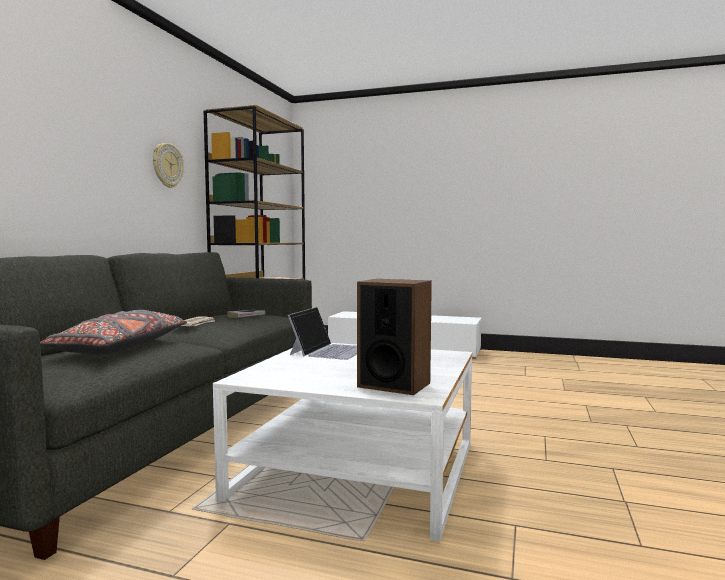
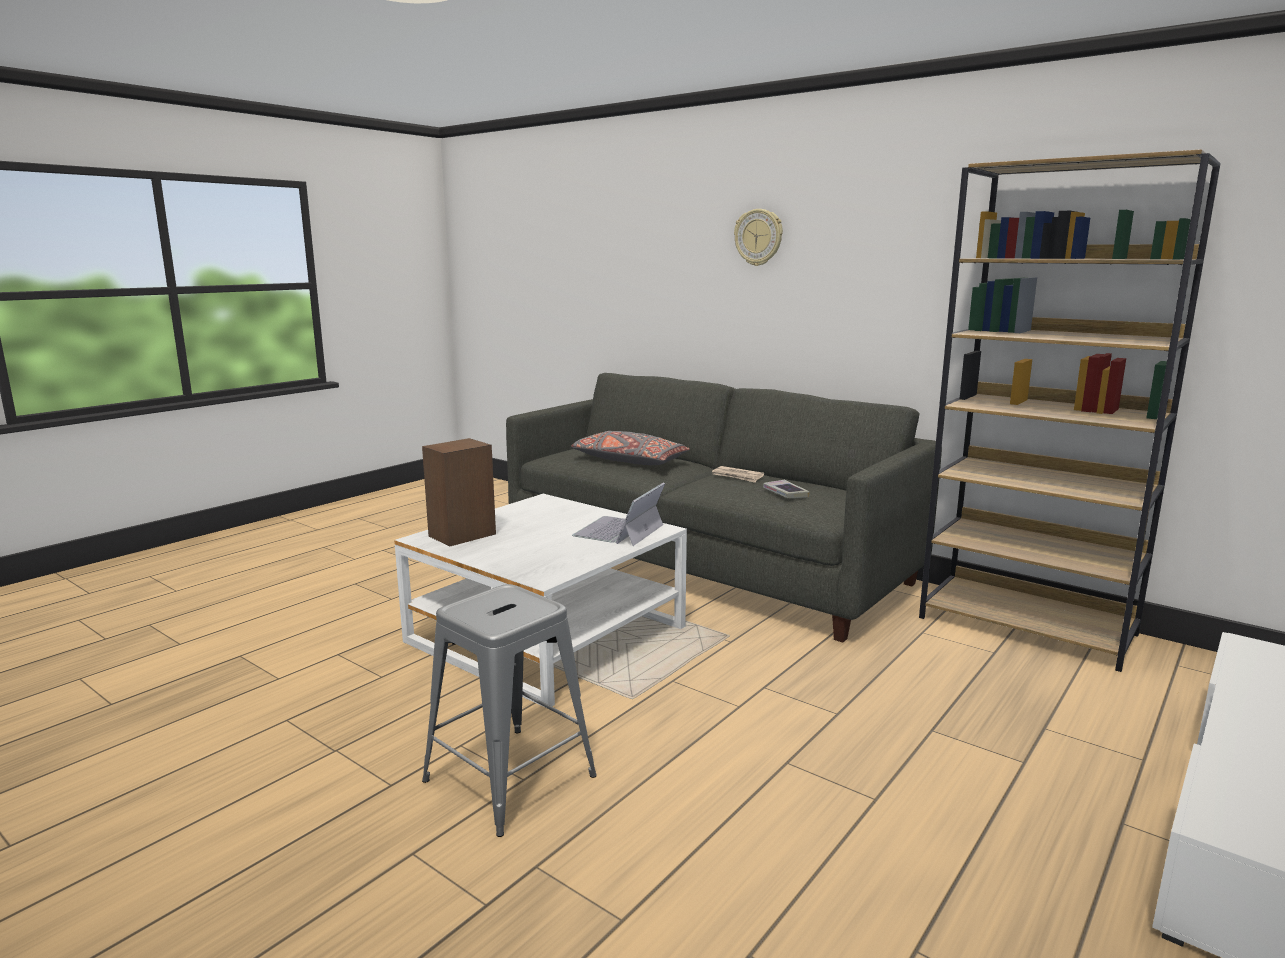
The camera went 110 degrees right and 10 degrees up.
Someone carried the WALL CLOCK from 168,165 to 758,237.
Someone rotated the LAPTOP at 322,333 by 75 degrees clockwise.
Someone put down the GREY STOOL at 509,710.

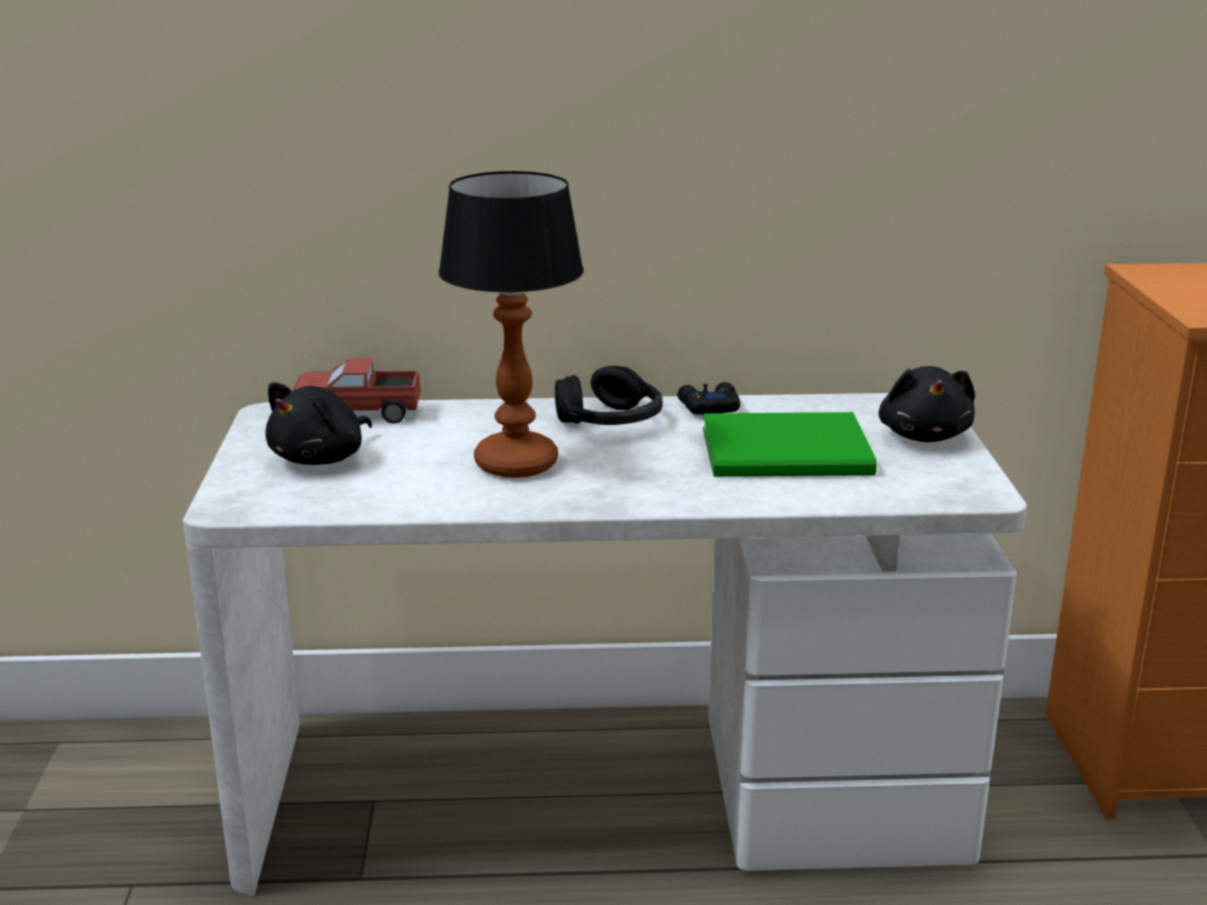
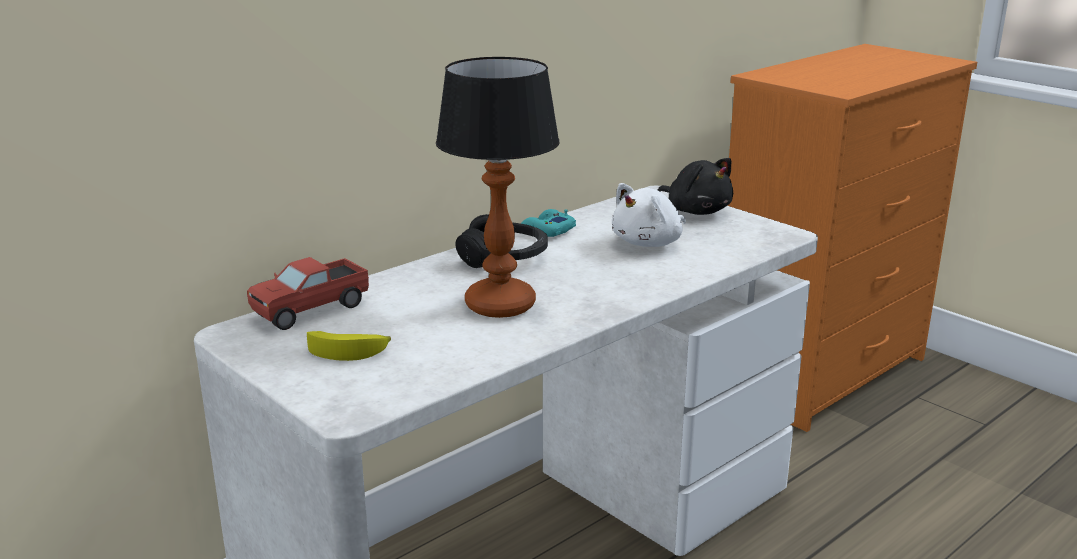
The camera went 40 degrees left and 0 degrees up.
Someone swapped the BLACK PLUSH TOY at 318,423 for the BANANA at 349,346.
Someone repainted the BLACK GAME CONTROLLER at 708,398, which became the TURQUOISE GAME CONTROLLER at 548,223.
Someone swapped the GREEN BOOK at 790,444 for the WHITE PLUSH TOY at 649,215.

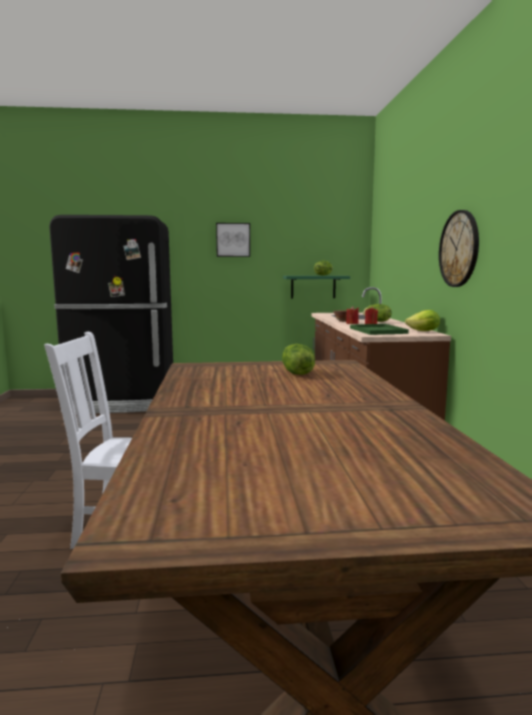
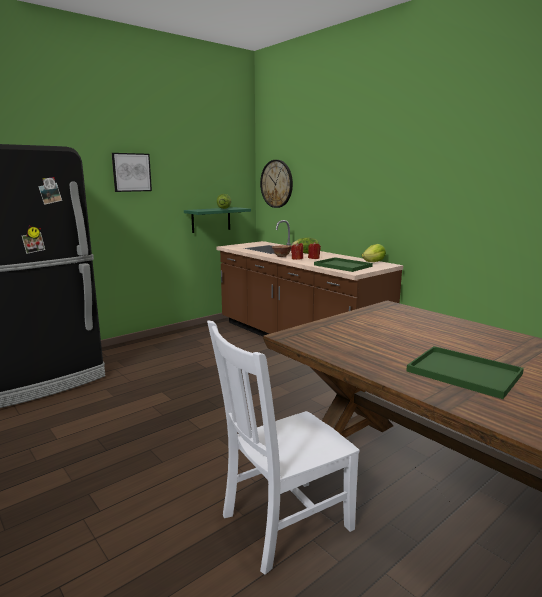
The camera went 35 degrees left and 5 degrees up.
Someone took away the LETTUCE at 298,359.
Someone carried the WALL CLOCK from 459,248 to 276,184.
Someone put down the GREEN TRAY at 465,372.

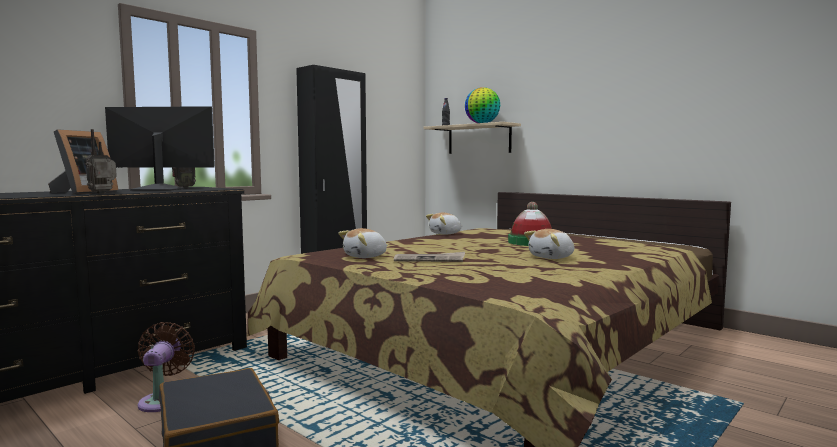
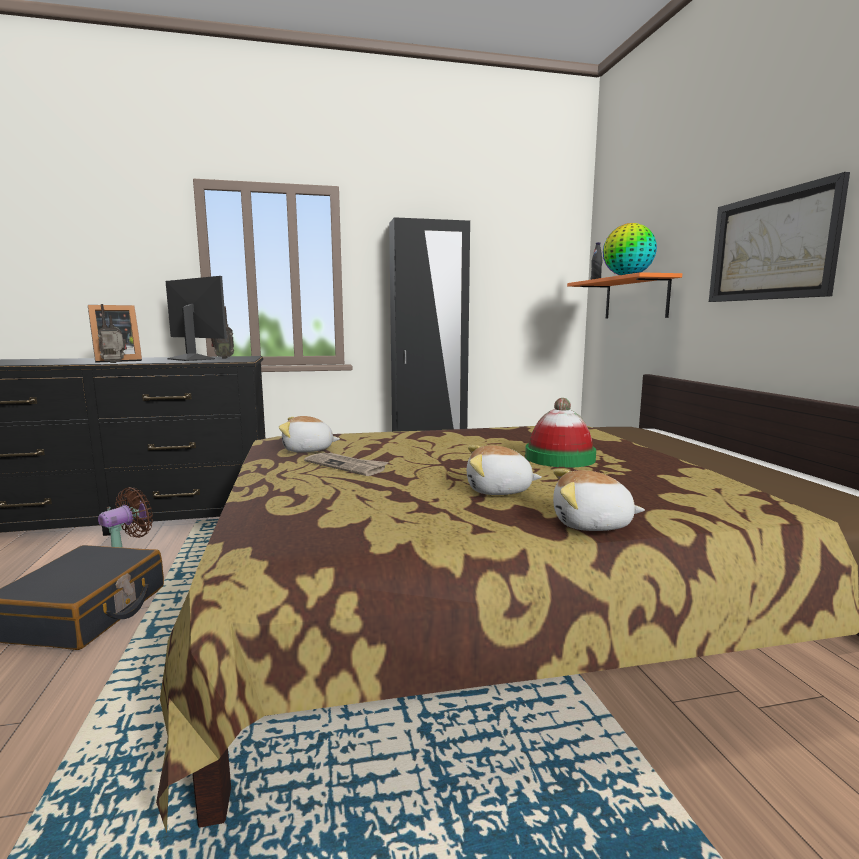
The camera went 35 degrees right and 5 degrees up.
Someone repainted the BEIGE SHELF at 472,138, which became the ORANGE SHELF at 624,295.
Someone carried the PLUSH TOY from 444,223 to 599,500.
Someone put up the PICTURE at 779,237.

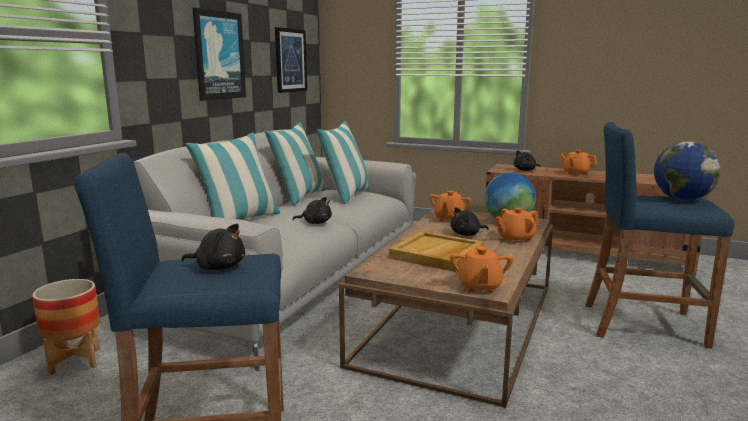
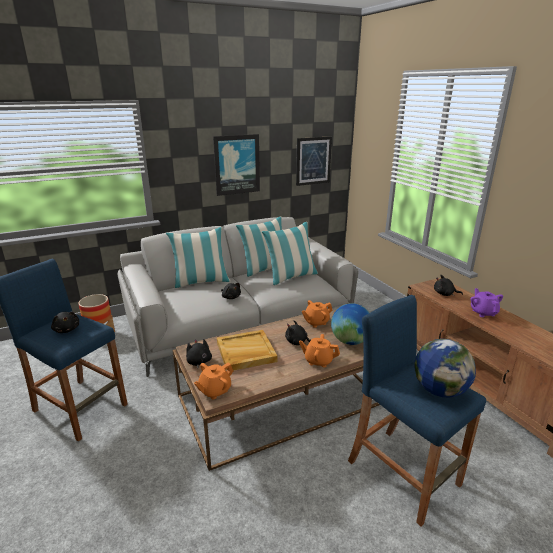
The camera went 40 degrees right and 10 degrees up.
Someone repainted the ORANGE TEAPOT at 578,163, which became the PURPLE TEAPOT at 487,302.
Someone put down the BLACK PLUSH TOY at 199,354.

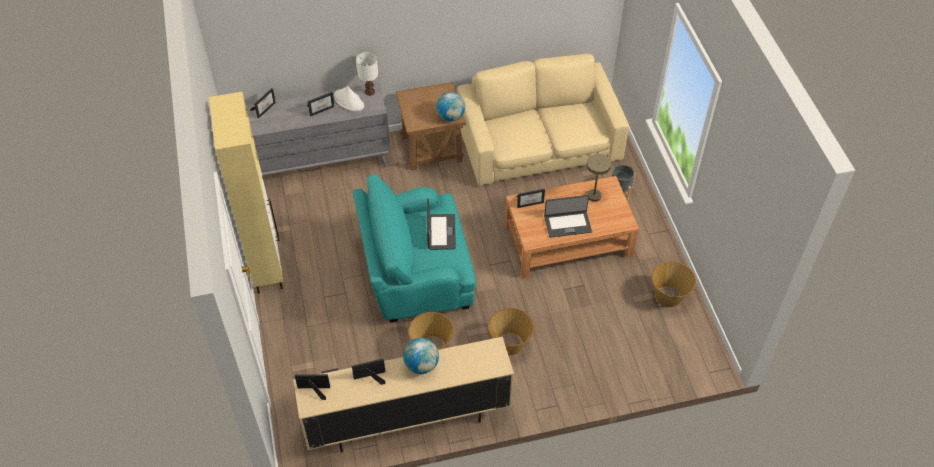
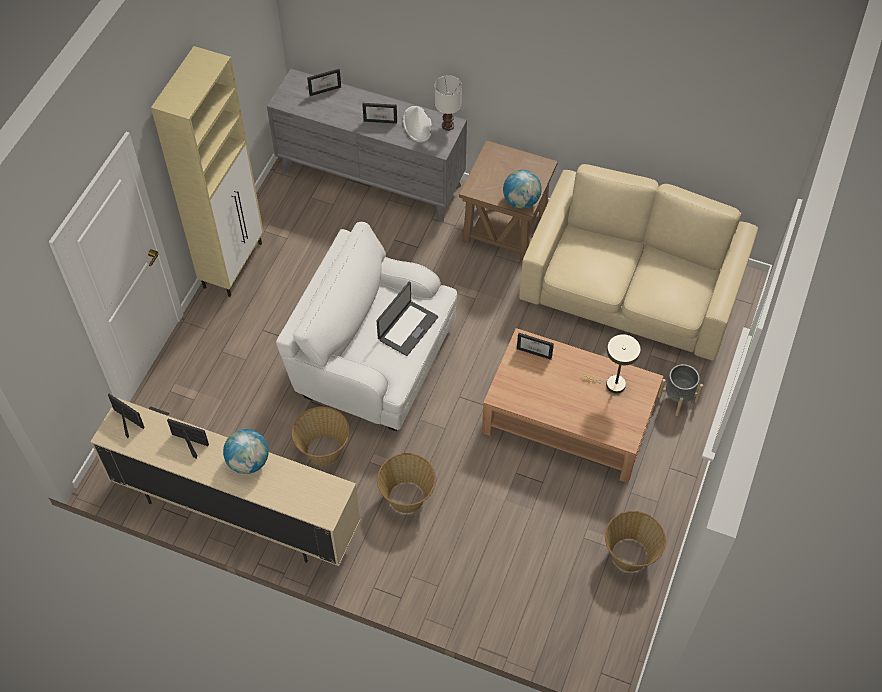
The camera went 35 degrees right and 5 degrees up.
Someone repainted the TURQUOISE ARMCHAIR at 414,248, which became the WHITE ARMCHAIR at 366,326.
Someone took away the LAPTOP at 568,216.

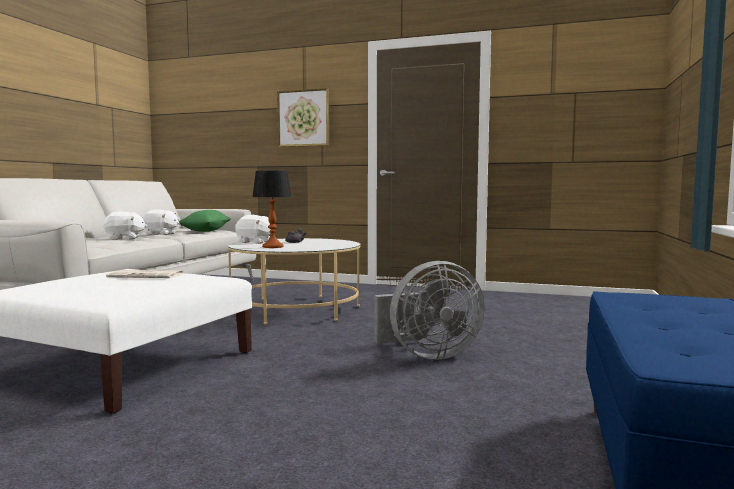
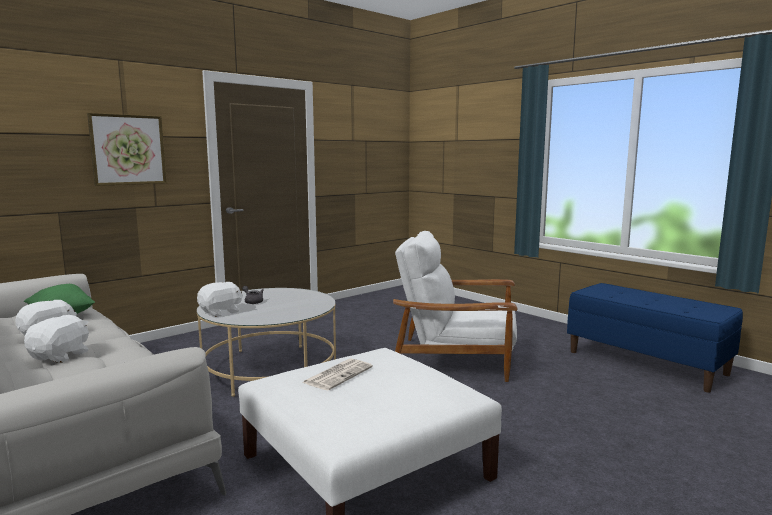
The camera went 60 degrees left and 5 degrees up.
Someone took away the TABLE LAMP at 272,209.
Someone swapped the GREY FAN at 429,310 for the WHITE ARMCHAIR at 455,306.

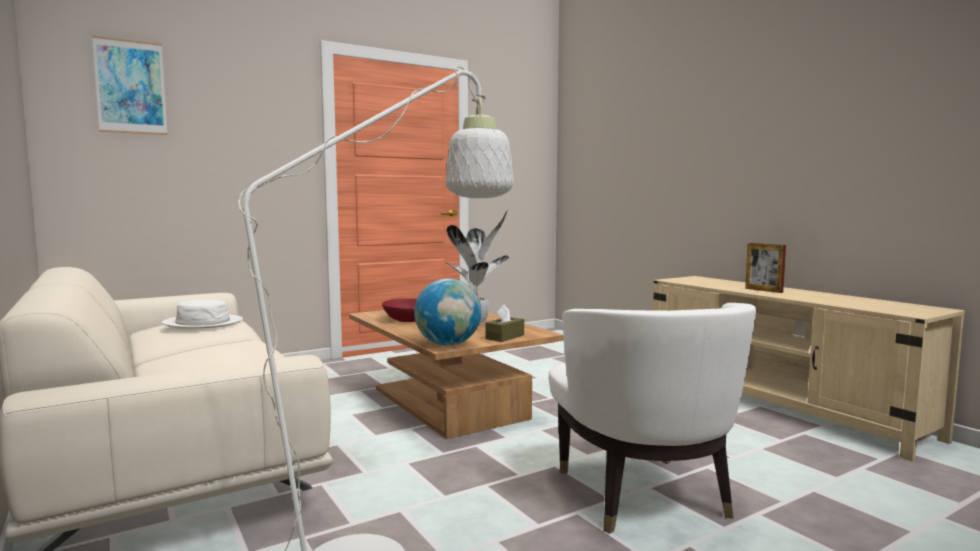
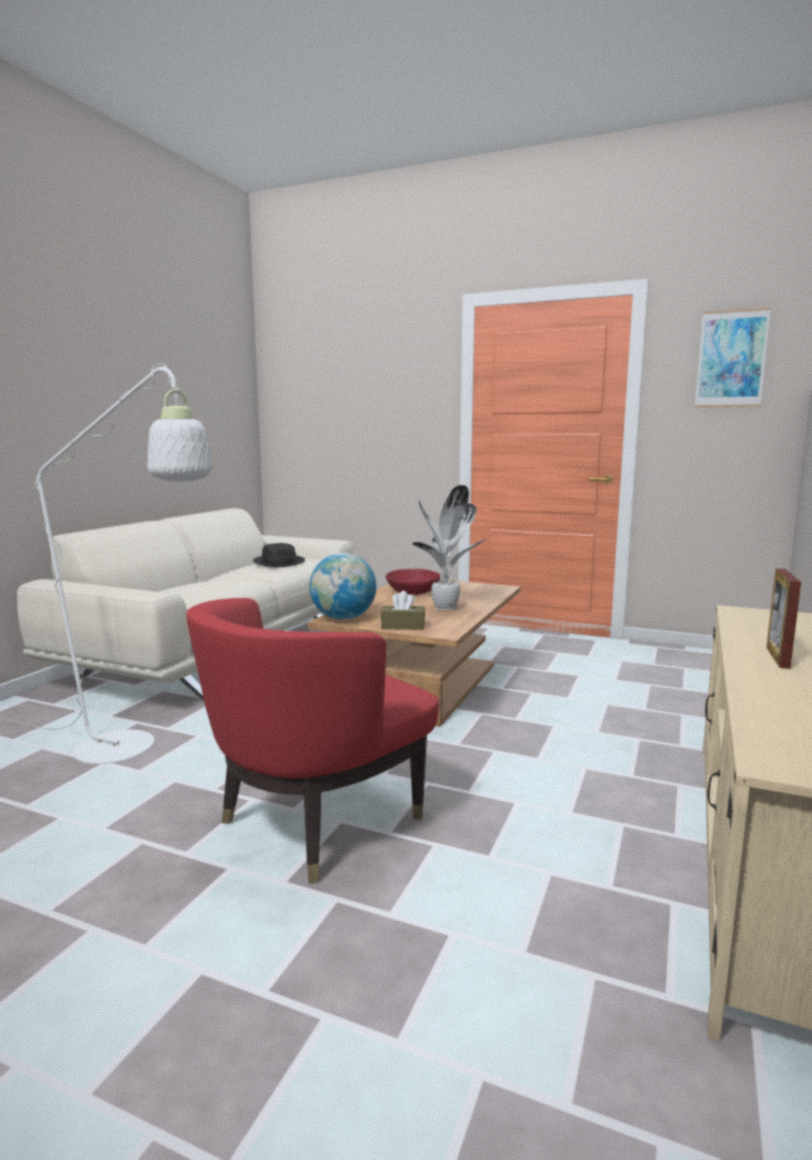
The camera went 55 degrees right and 5 degrees up.
Someone carried the PICTURE from 130,85 to 733,357.
Someone repainted the WHITE HAT at 202,313, which became the BLACK HAT at 279,555.
Someone repainted the WHITE ARMCHAIR at 652,418, which became the RED ARMCHAIR at 312,741.

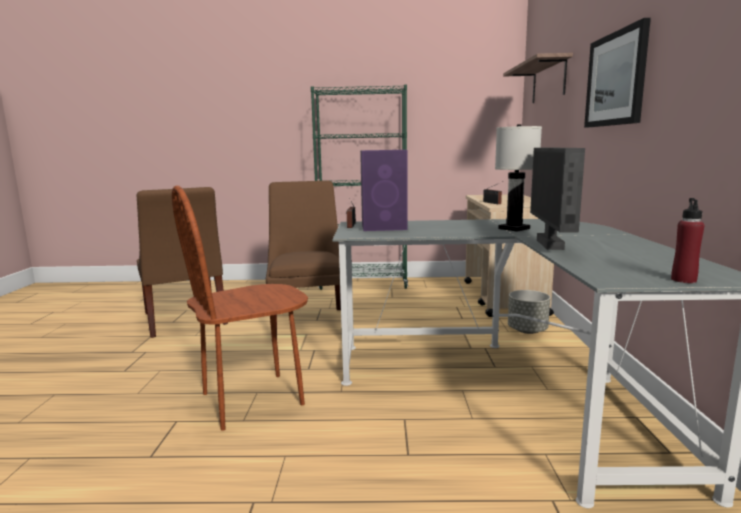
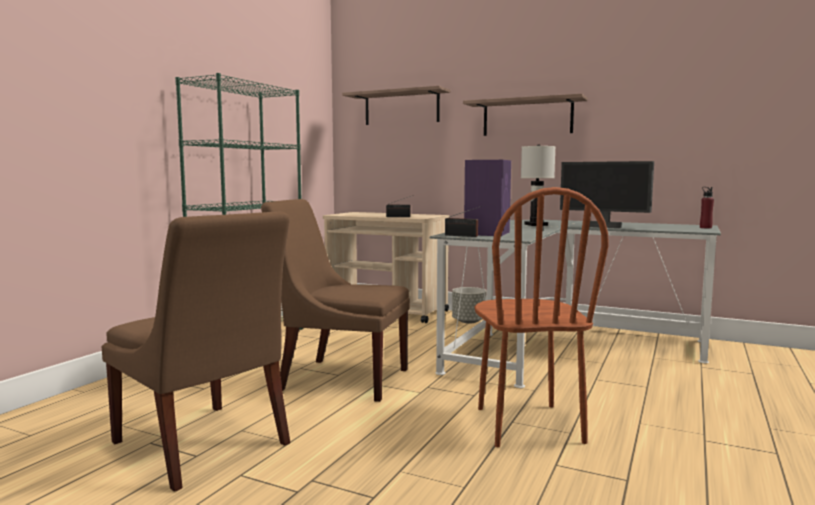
The camera went 65 degrees left and 5 degrees down.
Someone rotated the BROWN CHAIR at 182,262 by 45 degrees clockwise.
Someone swapped the PICTURE at 617,73 for the SHELF at 525,115.

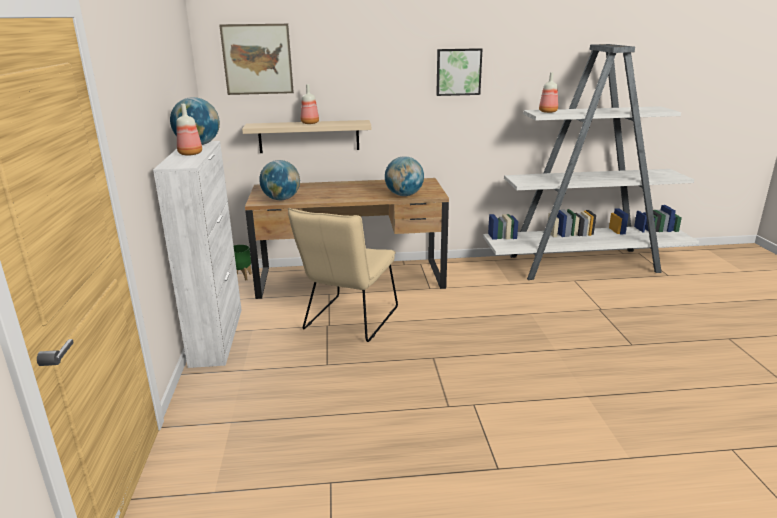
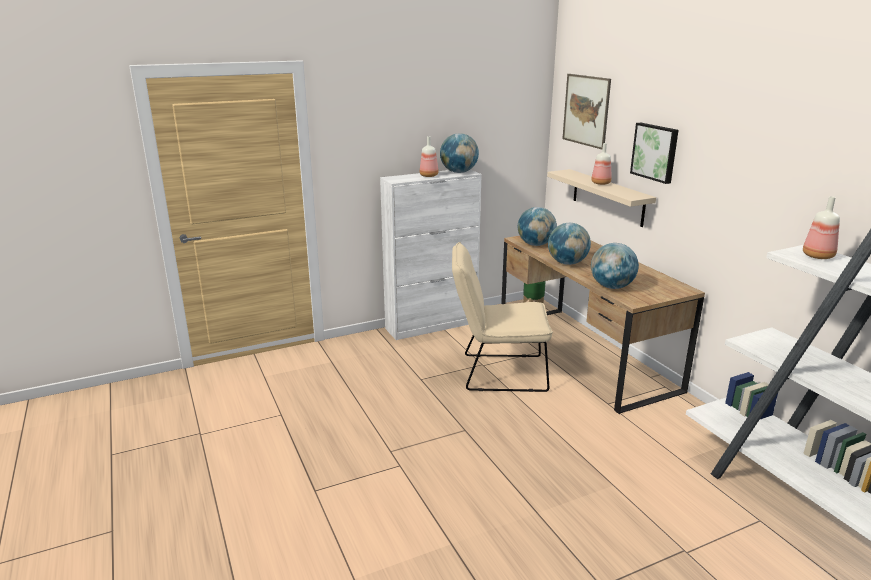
The camera went 70 degrees right and 0 degrees up.
Someone carried the PICTURE from 459,72 to 654,153.
Someone put down the GLOBE at 569,244.

